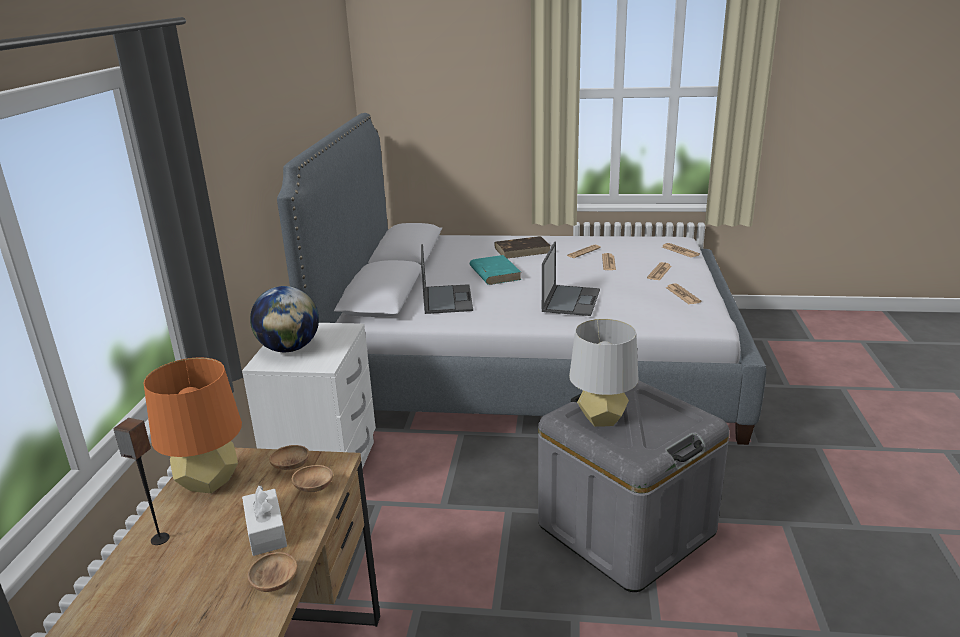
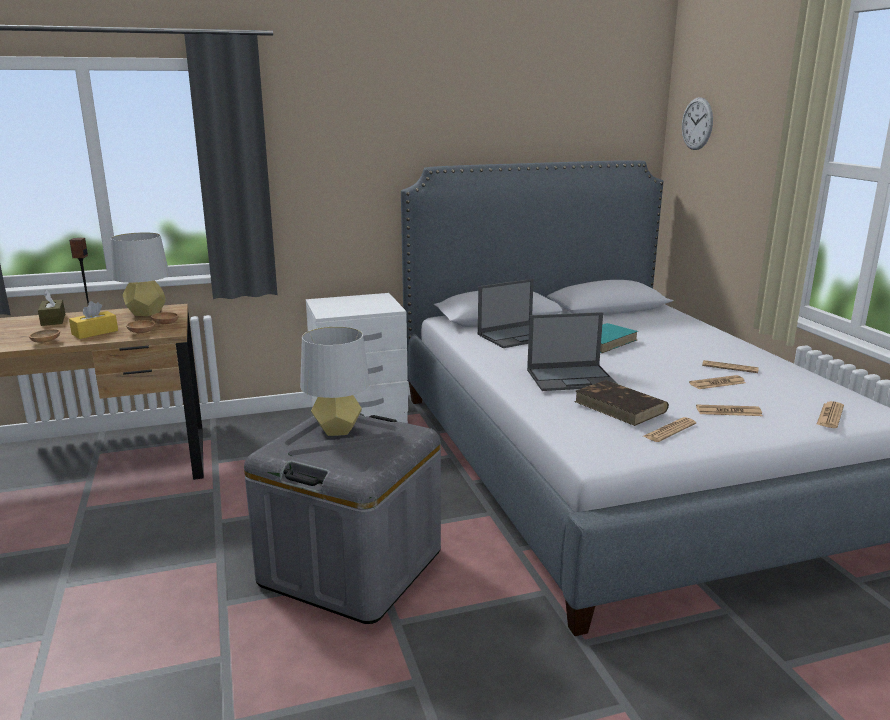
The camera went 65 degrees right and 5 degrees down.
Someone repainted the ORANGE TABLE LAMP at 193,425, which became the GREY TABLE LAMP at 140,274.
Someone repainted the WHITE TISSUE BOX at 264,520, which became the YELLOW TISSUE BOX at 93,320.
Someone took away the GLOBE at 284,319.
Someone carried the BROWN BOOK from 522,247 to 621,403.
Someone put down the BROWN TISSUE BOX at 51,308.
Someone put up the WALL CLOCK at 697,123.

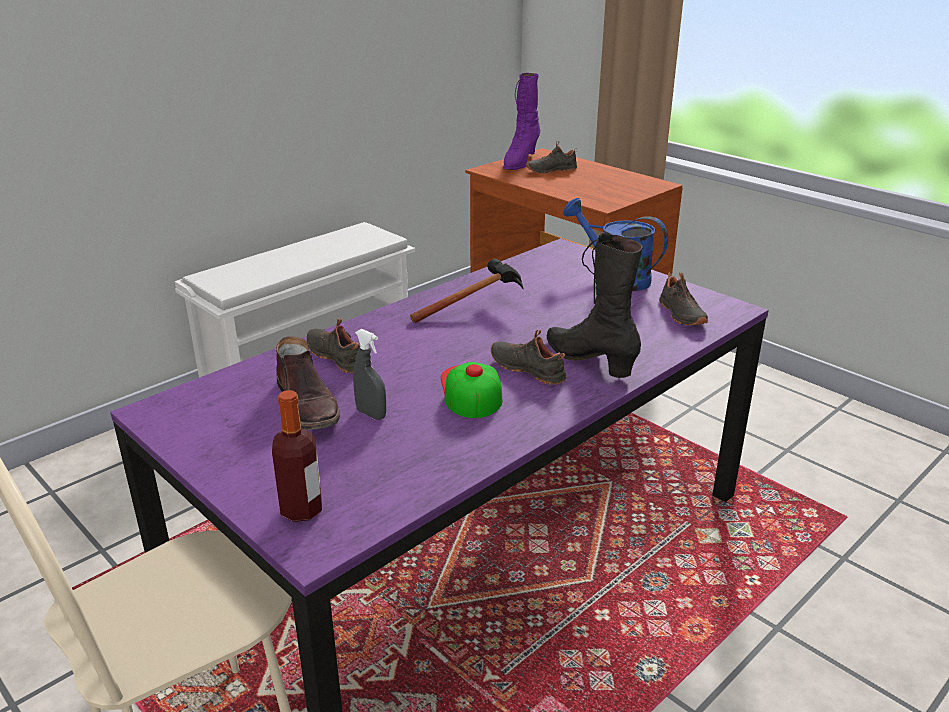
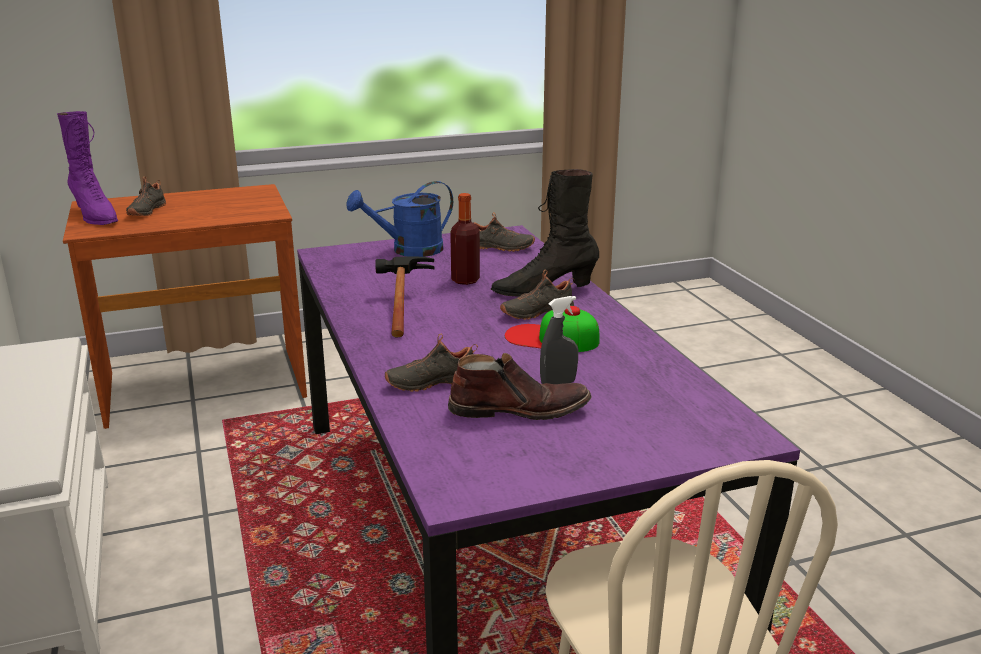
The camera went 65 degrees left and 5 degrees down.
Someone carried the BOTTLE from 297,456 to 465,239.

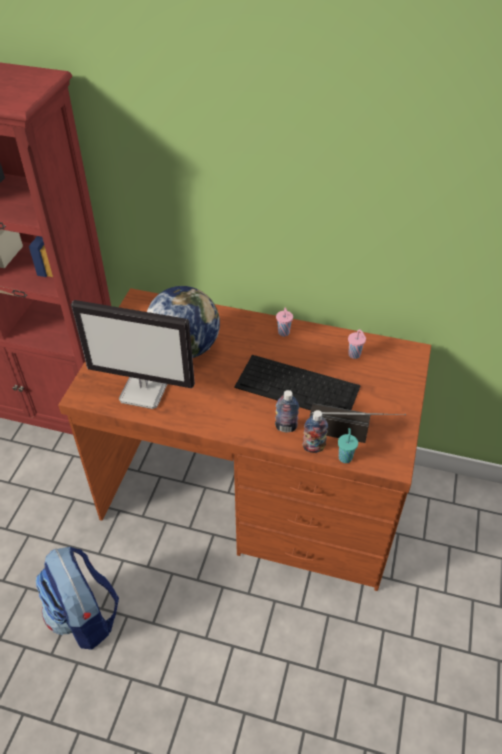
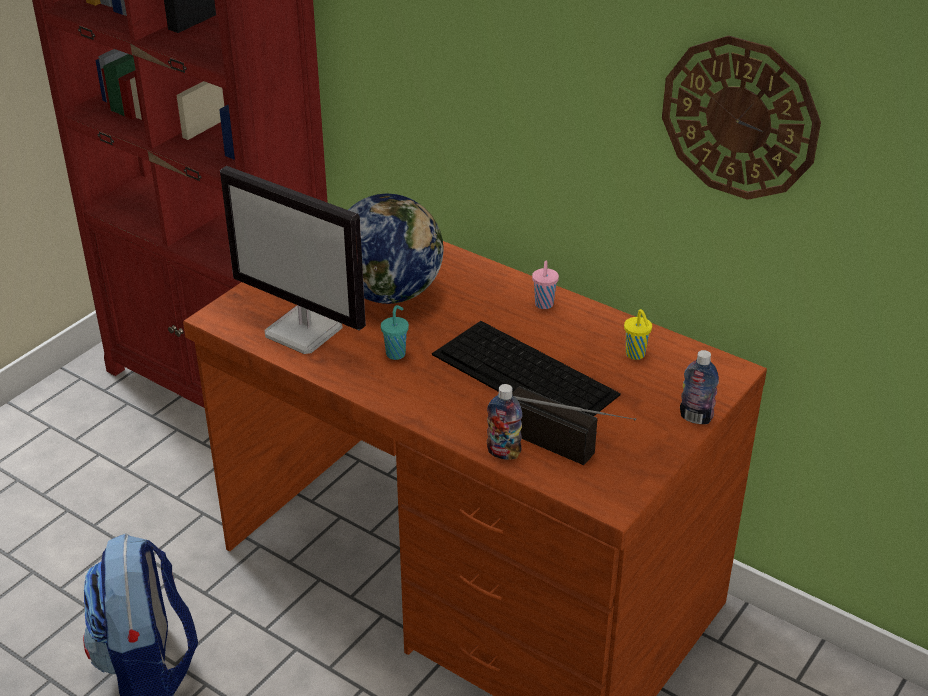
The camera went 20 degrees right and 10 degrees down.
Someone carried the BOTTLE from 287,411 to 699,387.
Someone carried the TURQUOISE CUP from 348,445 to 395,332.
Someone repainted the PINK CUP at 357,344, which became the YELLOW CUP at 638,334.
Someone put up the WALL CLOCK at 741,117.

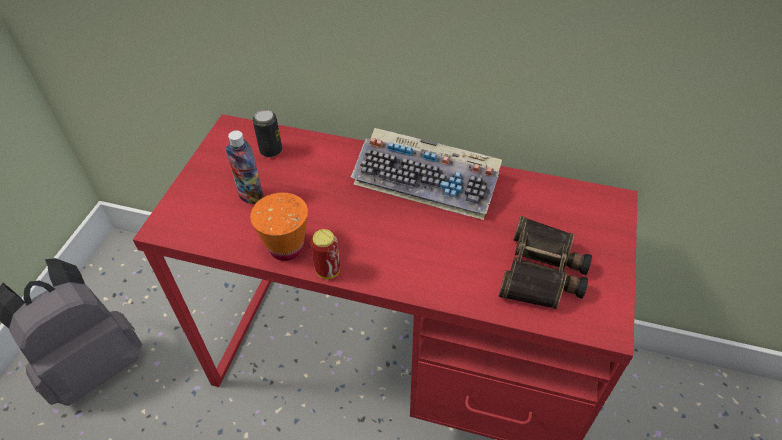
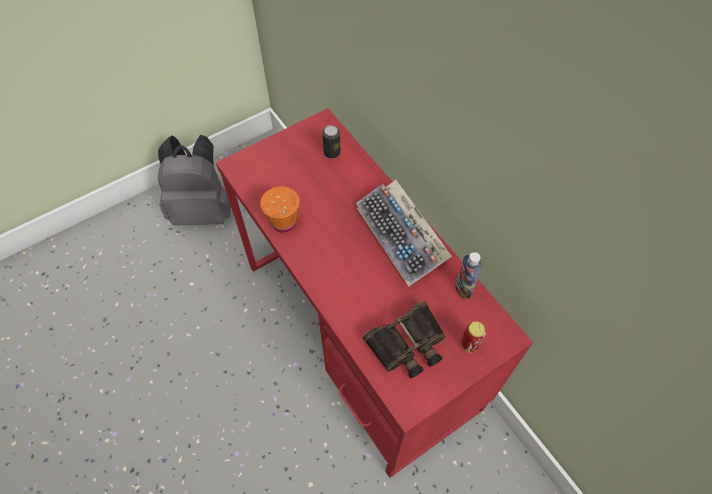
The camera went 40 degrees right and 10 degrees up.
Someone carried the BOTTLE from 244,167 to 468,275.
Someone carried the CAN from 325,254 to 473,337.

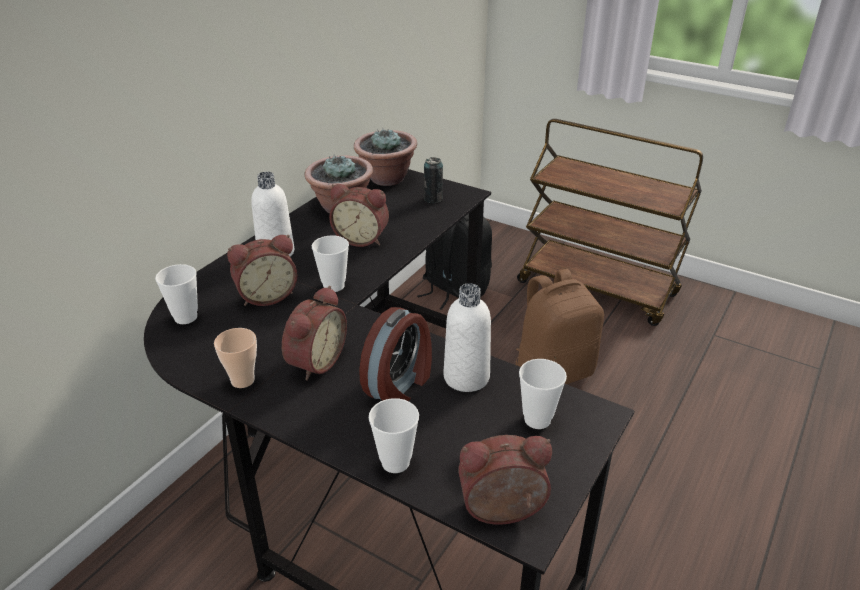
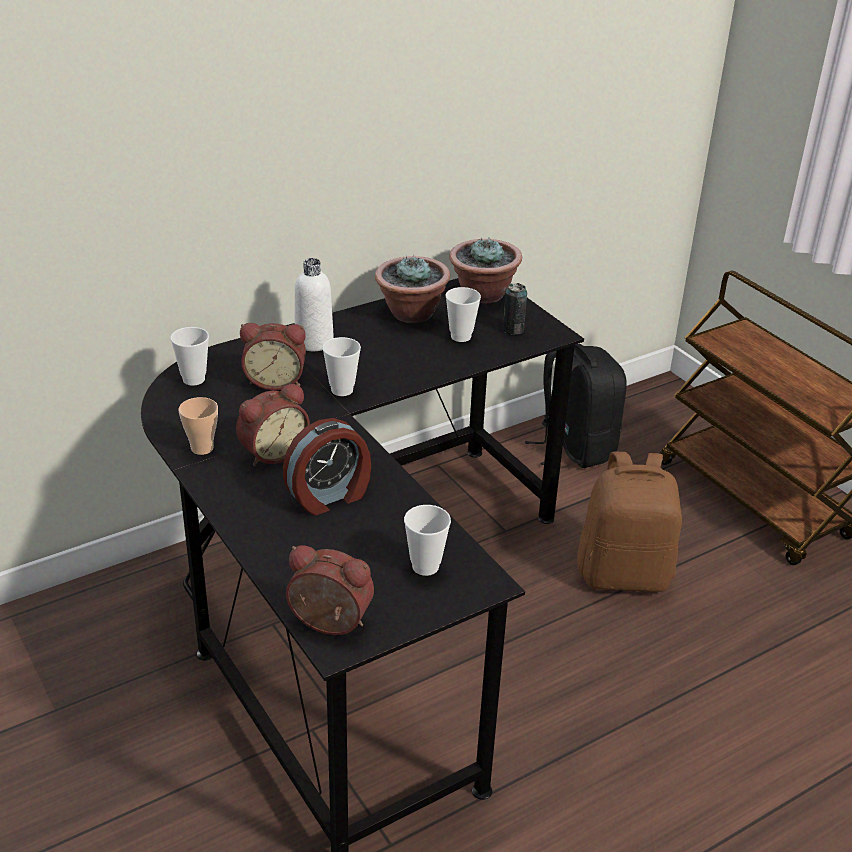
The camera went 25 degrees right and 0 degrees up.
Someone took away the ALARM CLOCK at 359,215.
Someone carried the CUP from 394,435 to 463,314.
Someone took away the WHITE BOTTLE at 467,337.

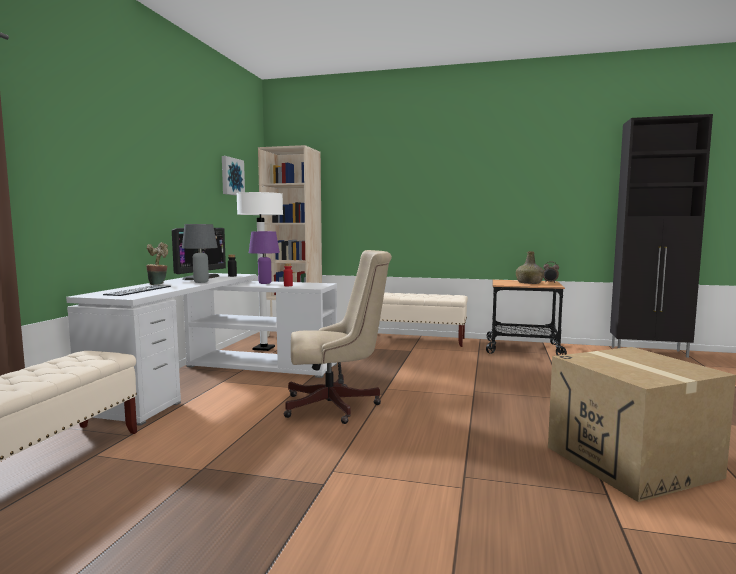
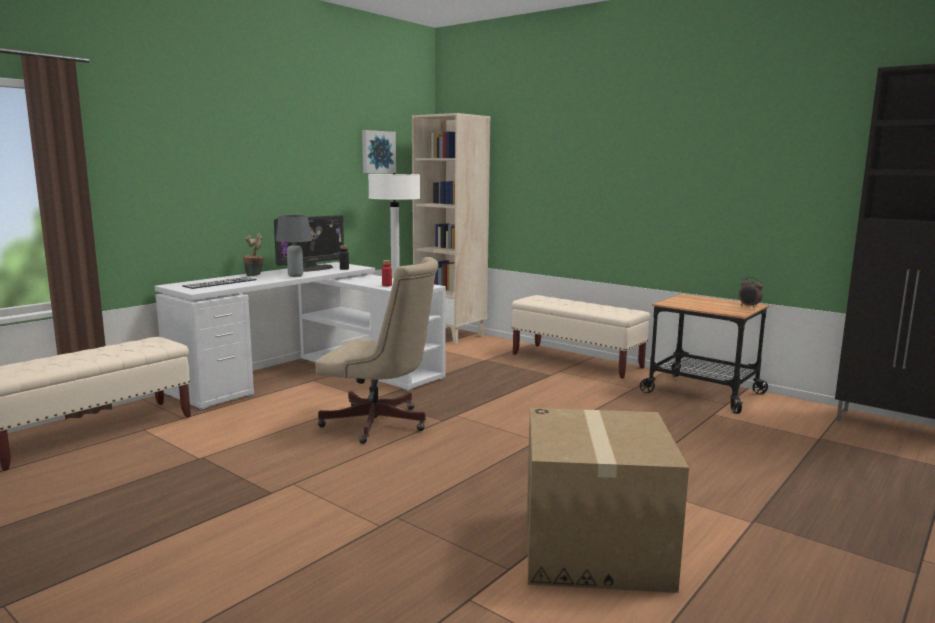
The camera went 25 degrees right and 5 degrees up.
Someone took away the PURPLE TABLE LAMP at 264,257.
Someone took away the GREEN BOTTLE at 530,267.

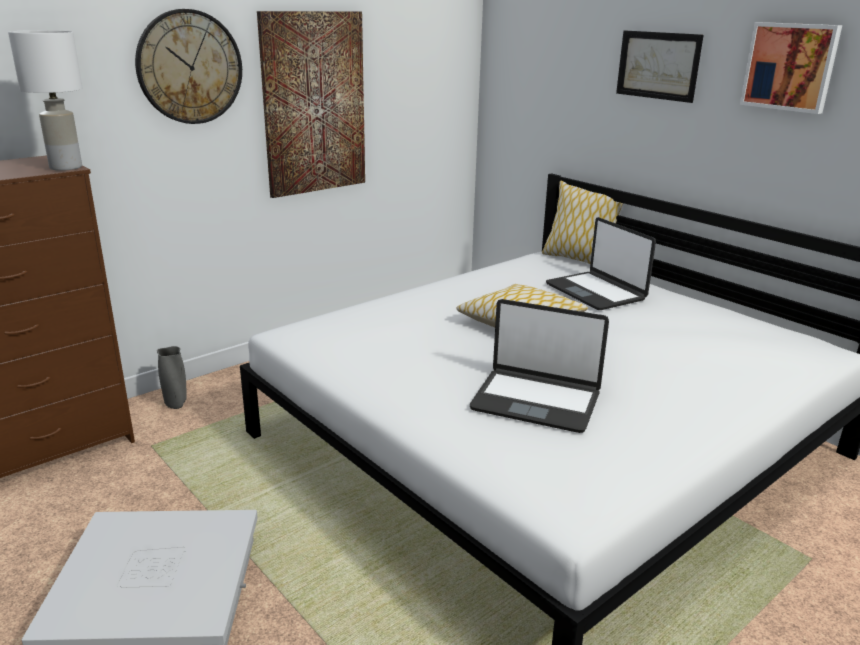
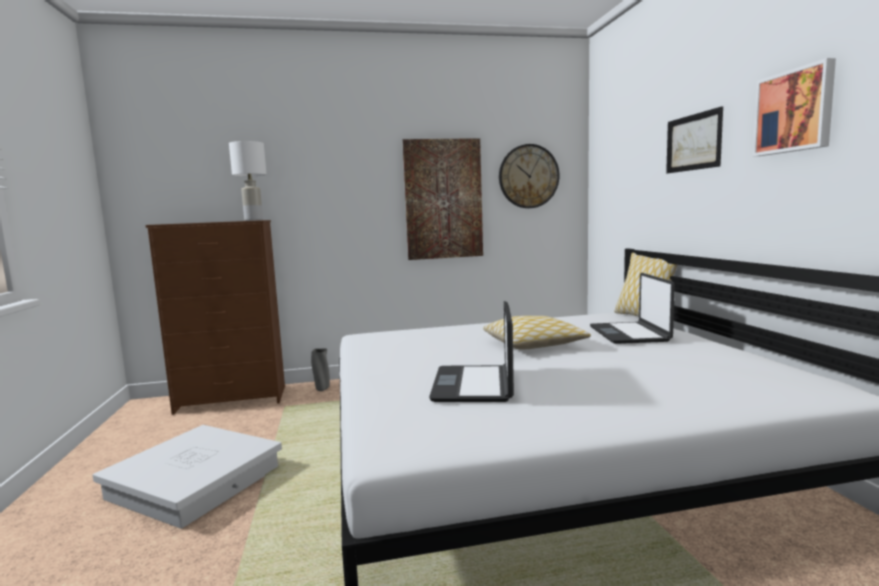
The camera went 30 degrees right and 15 degrees down.
Someone carried the WALL CLOCK from 188,66 to 529,176.
Someone rotated the LAPTOP at 539,366 by 45 degrees clockwise.

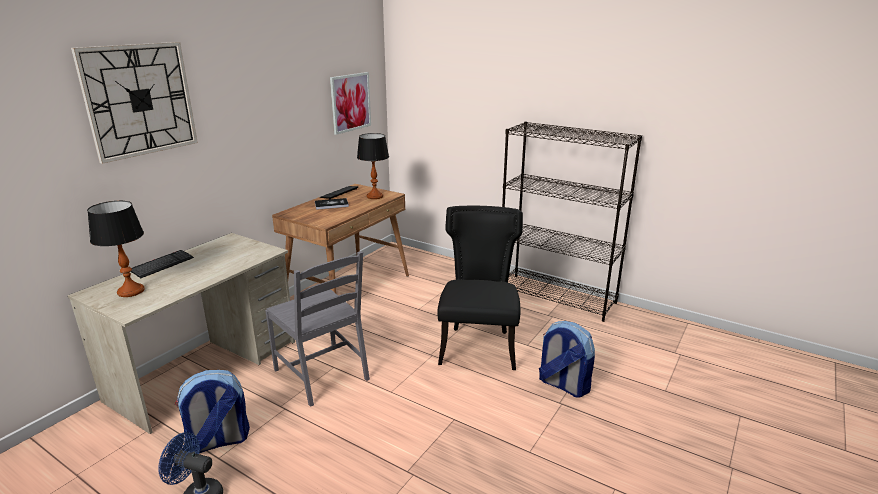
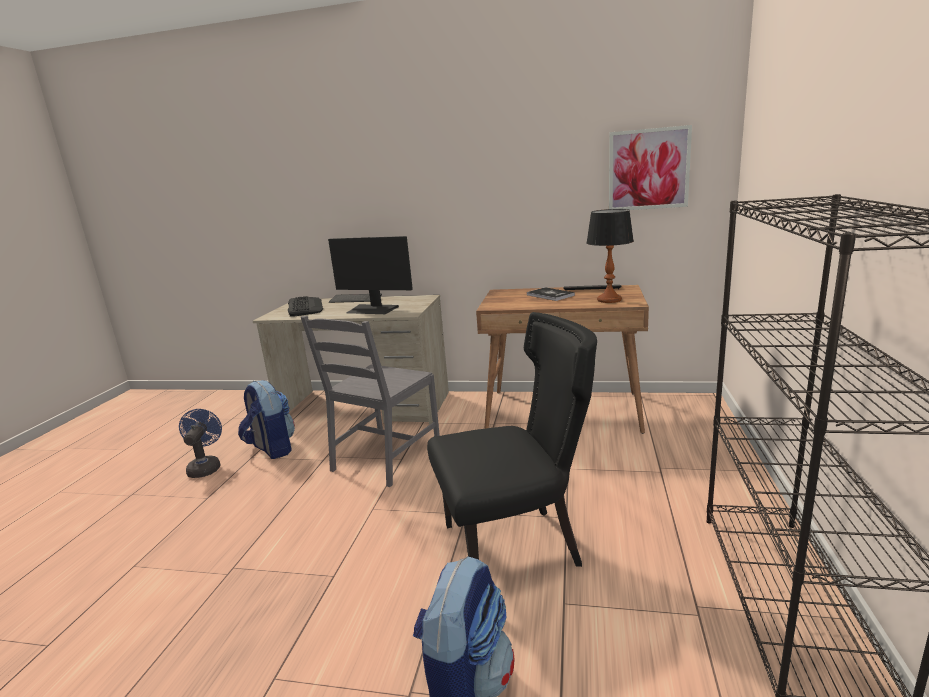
The camera went 70 degrees right and 5 degrees down.
Someone took away the WALL CLOCK at 134,103.
Someone swapped the TABLE LAMP at 116,249 for the KEYBOARD at 305,306.
Someone put down the MONITOR at 370,275.

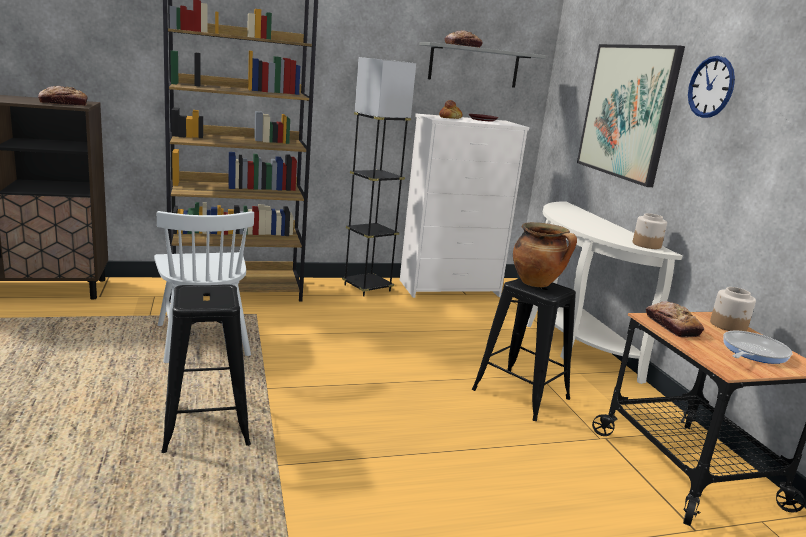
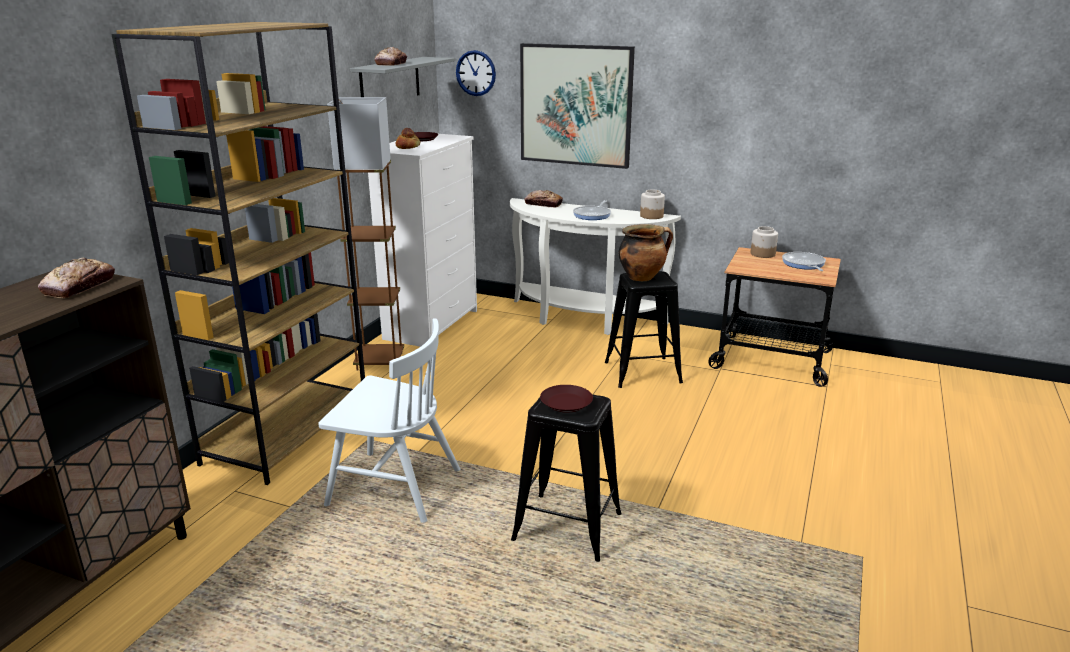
The camera went 50 degrees left and 5 degrees up.
Someone repainted the GREY FLOOR LAMP at 379,176, which became the BROWN FLOOR LAMP at 365,233.
Someone carried the BREAD from 675,319 to 543,198.
Someone carried the WALL CLOCK from 711,87 to 476,73.
Someone put down the BROWN PLATE at 566,399.
Someone put down the FRYING PAN at 592,210.

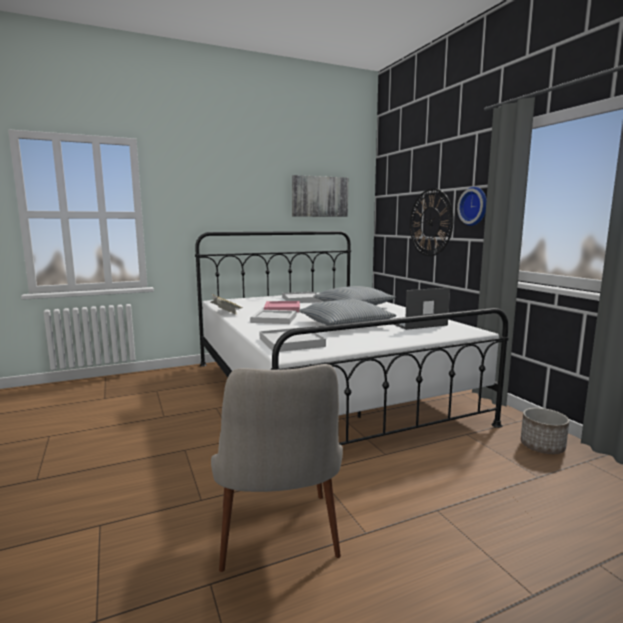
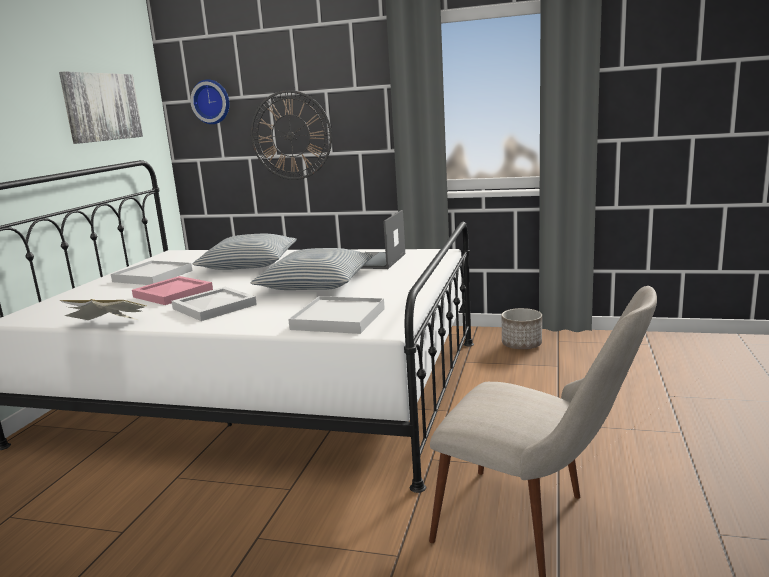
The camera went 50 degrees left and 5 degrees up.
Someone carried the WALL CLOCK from 472,206 to 210,101.

